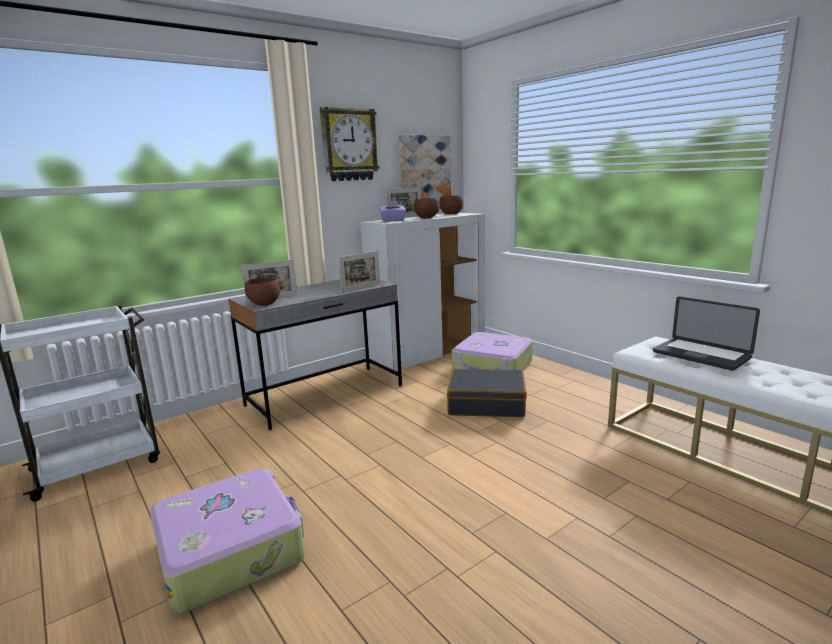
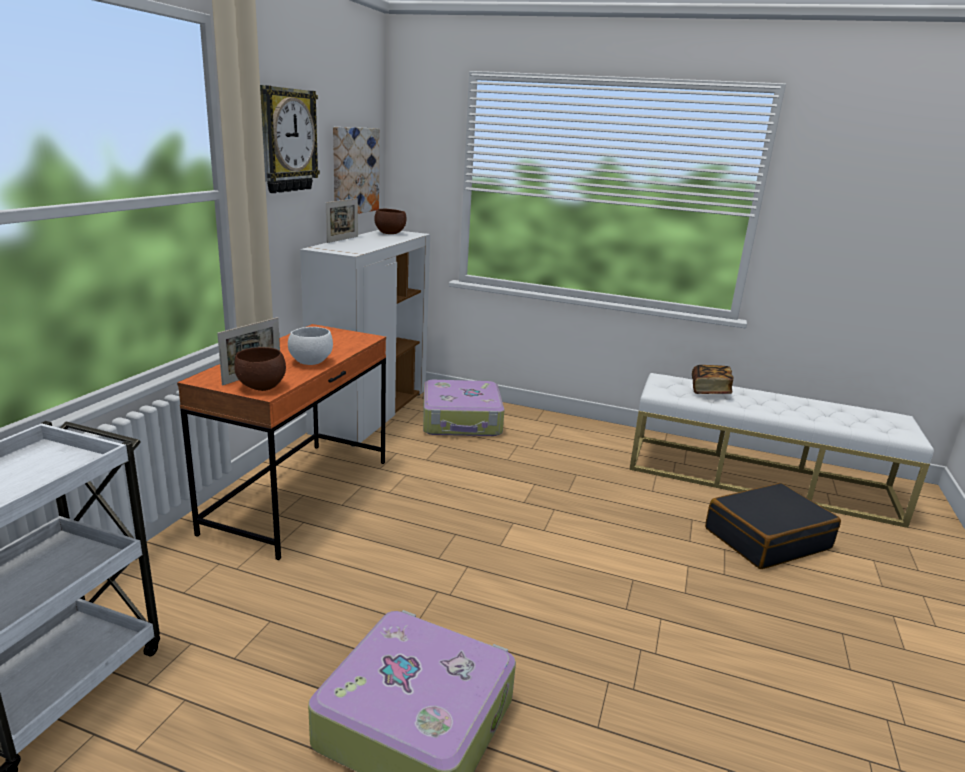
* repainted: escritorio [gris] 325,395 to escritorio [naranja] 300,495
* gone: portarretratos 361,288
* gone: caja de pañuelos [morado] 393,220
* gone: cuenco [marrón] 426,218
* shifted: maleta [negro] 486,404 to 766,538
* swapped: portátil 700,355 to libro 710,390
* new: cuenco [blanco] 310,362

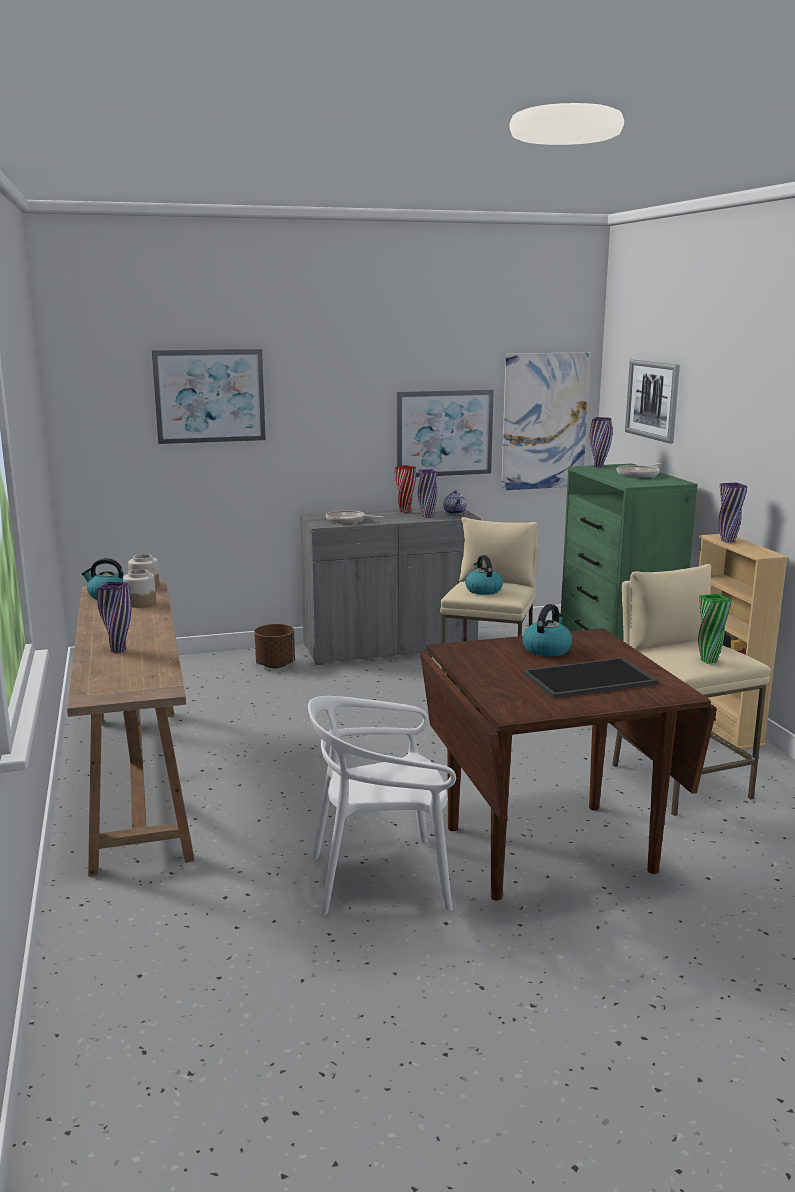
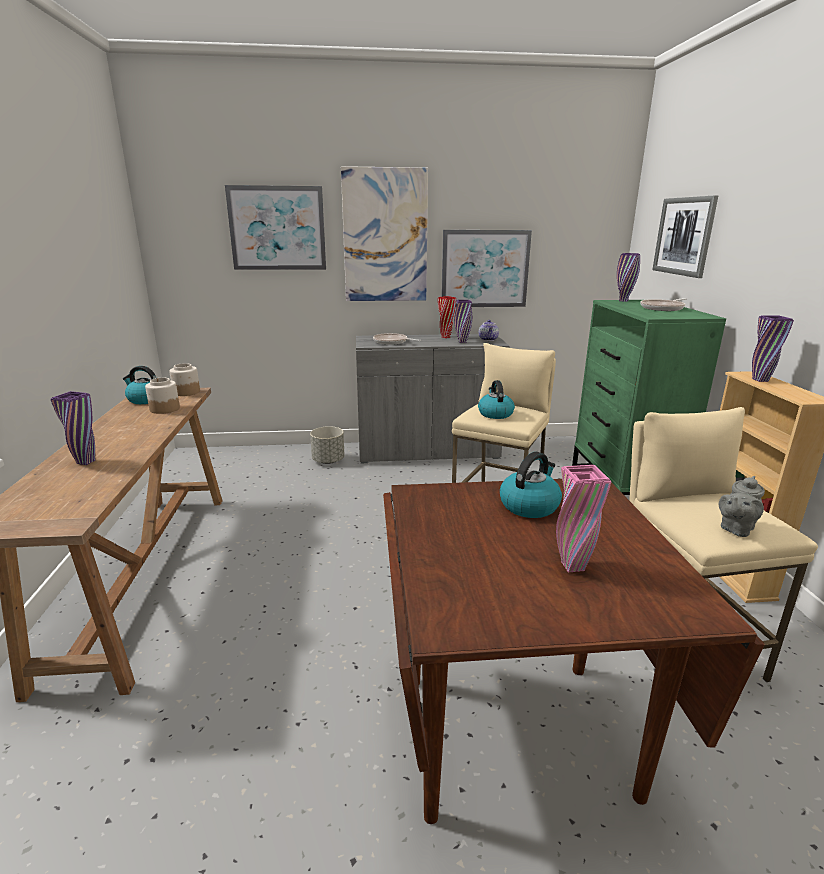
* repainted: maceta [marrón] 275,665 to maceta [gris] 328,460
* gone: silla [blanco] 381,879
* shifted: cuadro 545,421 to 385,236
* swapped: bandeja 589,679 to florero [rosa] 572,566
* swapped: florero [verde] 708,661 to tetera [gris] 735,529

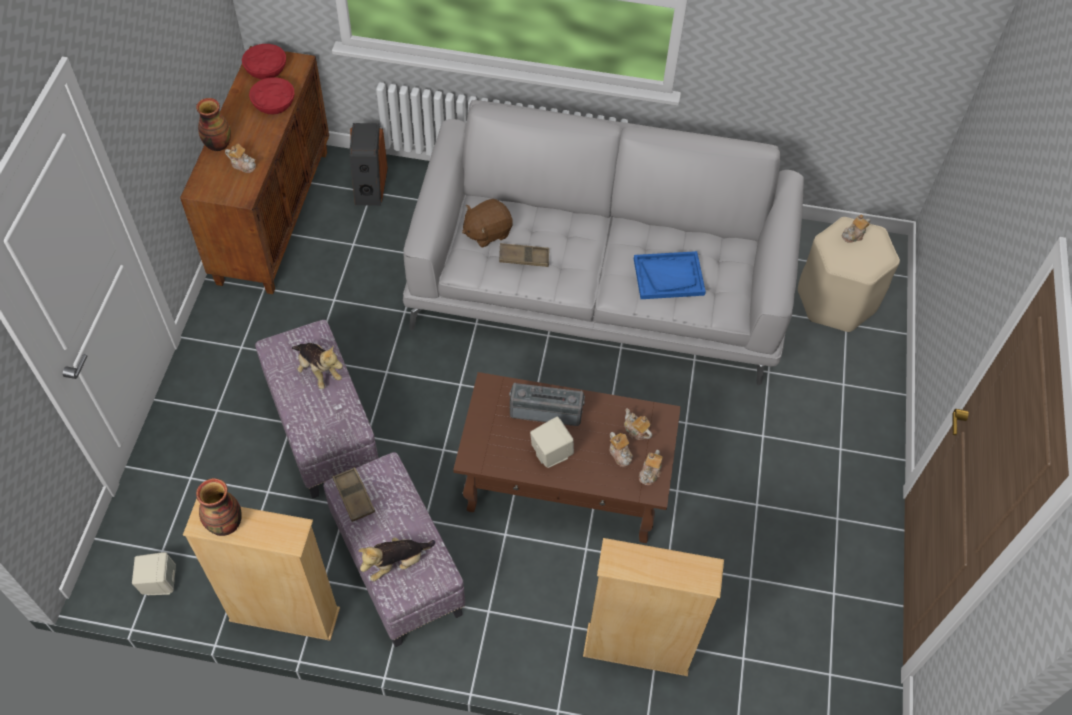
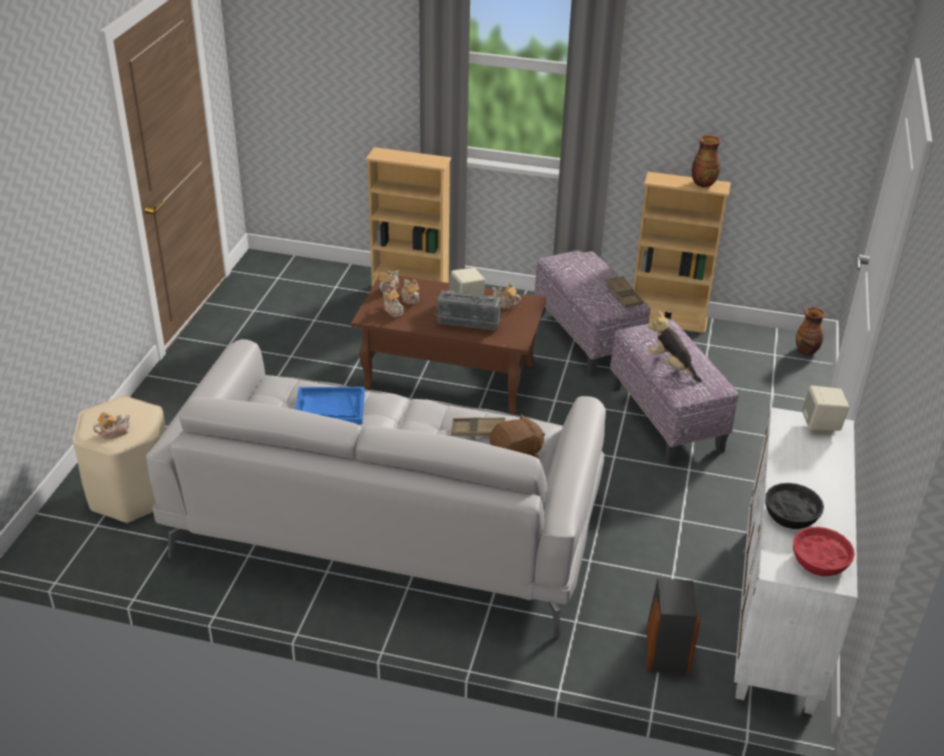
* shifted: altavoz [beis] 159,582 to 820,427
* repainted: armario [marrón] 273,215 to armario [blanco] 780,615
* shifted: florero 217,144 to 807,350
* shifted: tetera 243,165 to 505,304
* repainted: cuenco [rojo] 273,103 to cuenco [negro] 791,514
* gone: peluche 396,563

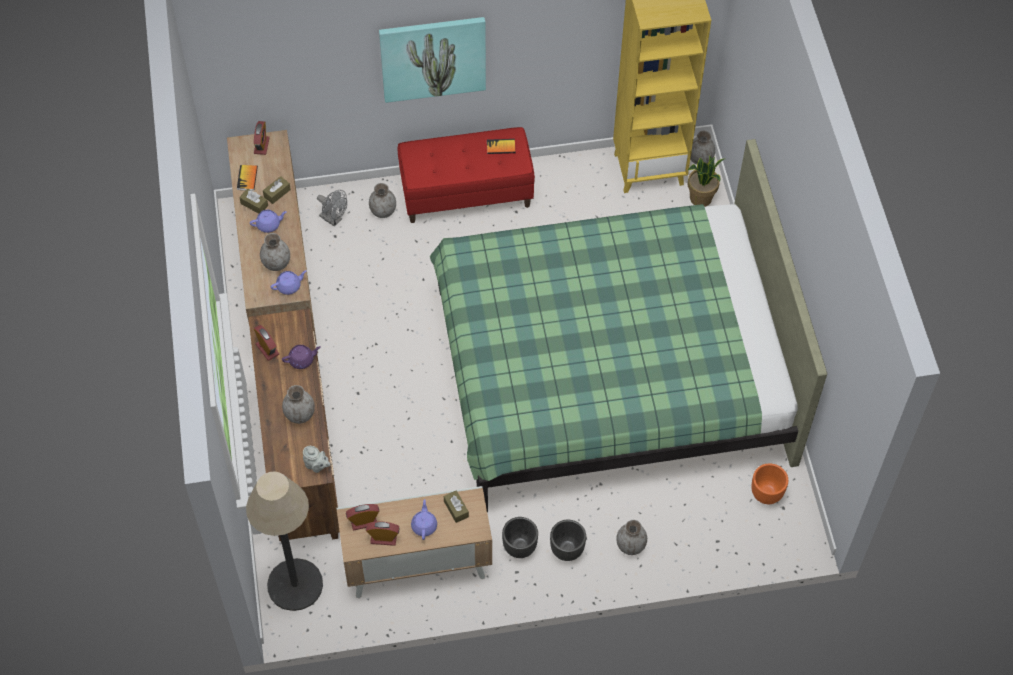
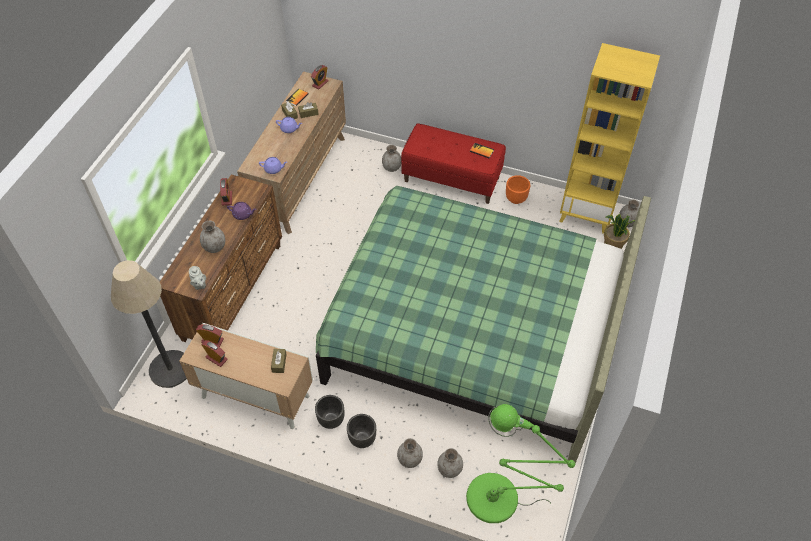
* shifted: florero [gris] 276,263 to 449,469
* gone: ventilador [gris] 333,219
* gone: cuadro 433,57
* gone: tetera [morado] 424,525
* shifted: maceta [naranja] 767,494 to 516,199
* new: lámpara de pie [verde] 499,499

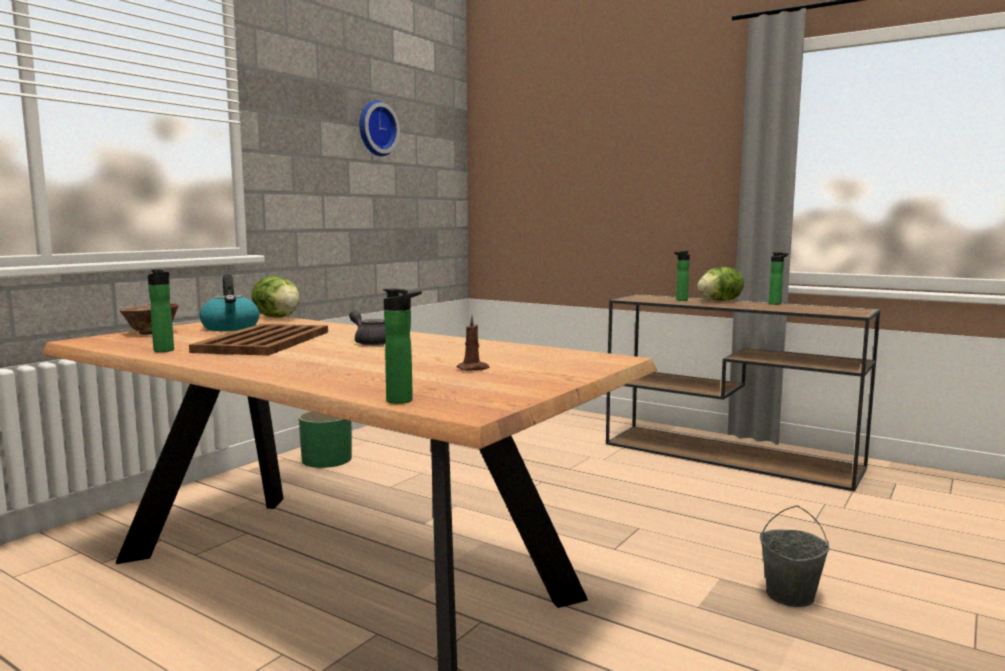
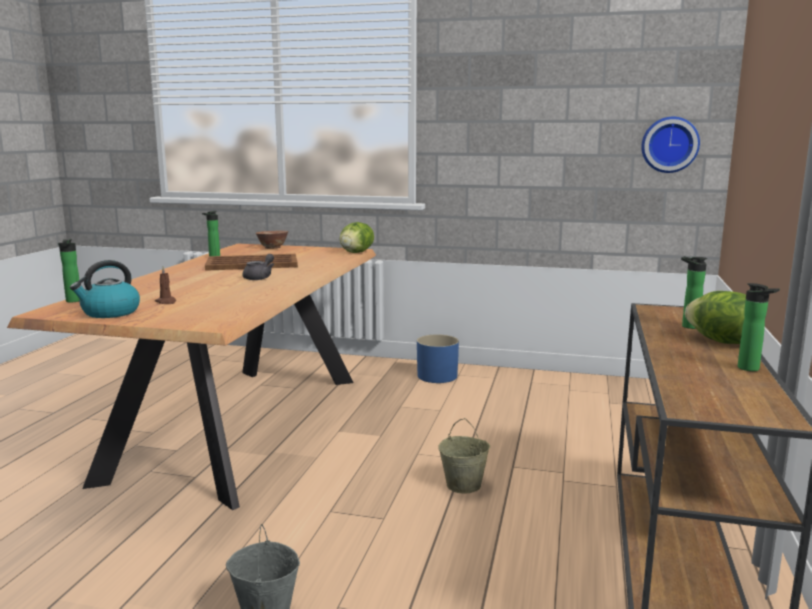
* shifted: hervidor 231,328 to 110,313
* repainted: maceta [verde] 327,459 to maceta [azul] 437,376
* shifted: reloj de pared 375,128 to 669,144
* new: cubo [beis] 464,485

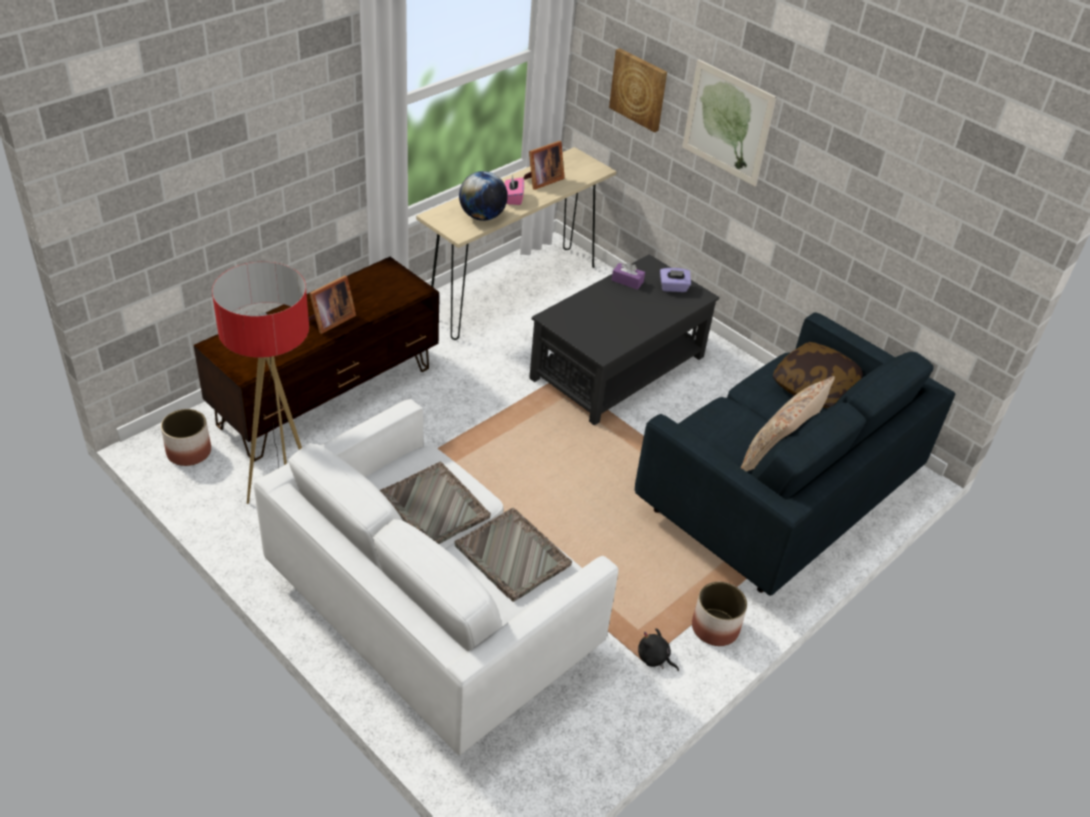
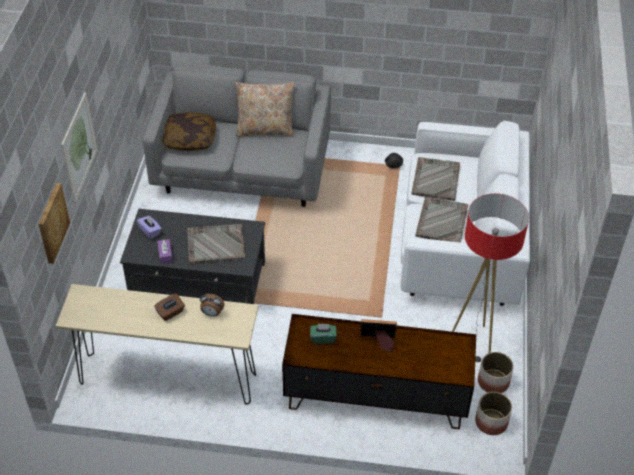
* swapped: globo terráqueo 482,216 to despertador 212,313
* repainted: caja de pañuelos [rosa] 513,198 to caja de pañuelos [marrón] 170,313
* gone: portarretratos 542,181
* repainted: sofá [azul] 775,495 to sofá [gris] 242,171
* shifted: maceta 715,628 to 493,381
* new: bandeja [gris] 215,245
* new: caja de pañuelos [verde] 323,338

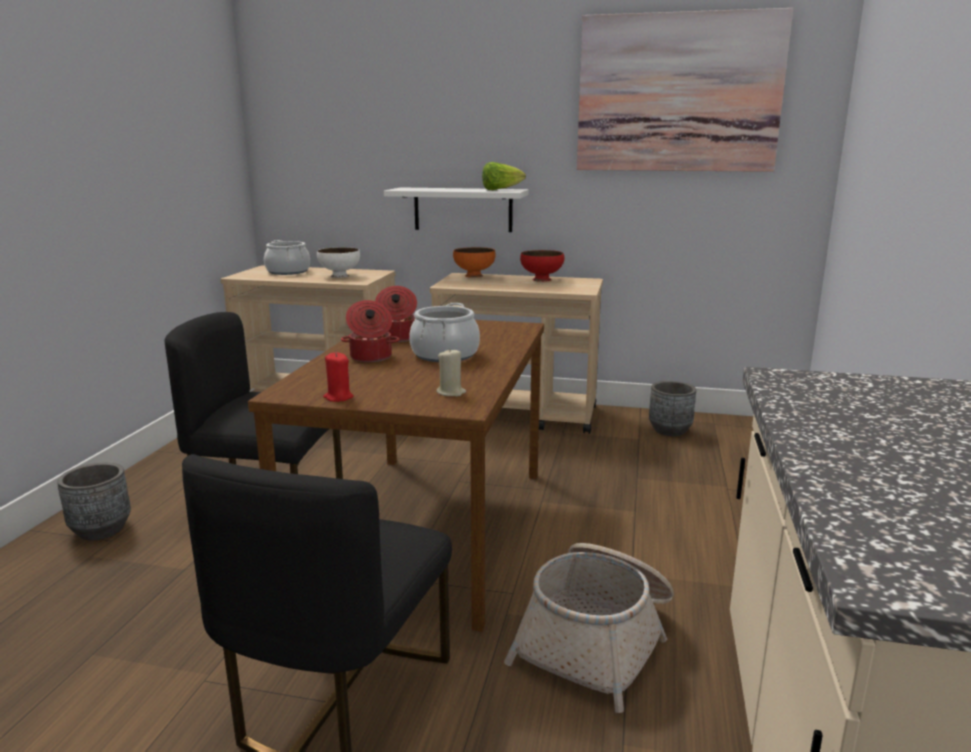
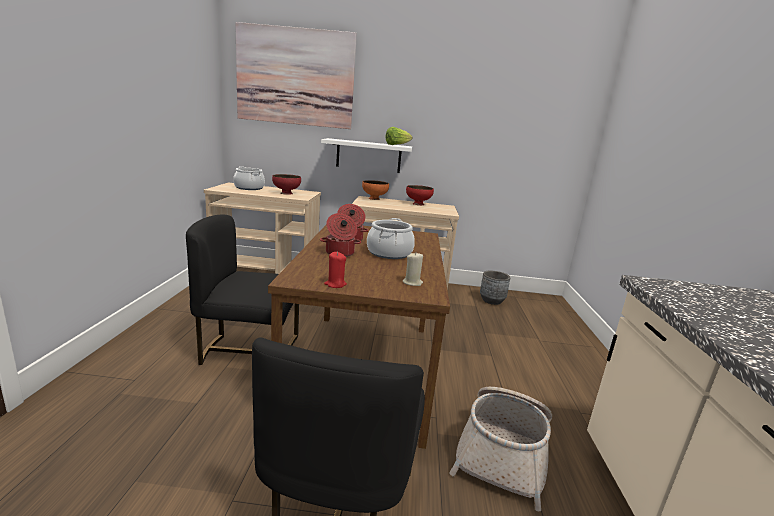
* gone: maceta [gris] 101,530
* repainted: cuenco [blanco] 340,276 to cuenco [rojo] 286,193
* shifted: cuadro 678,94 to 295,77

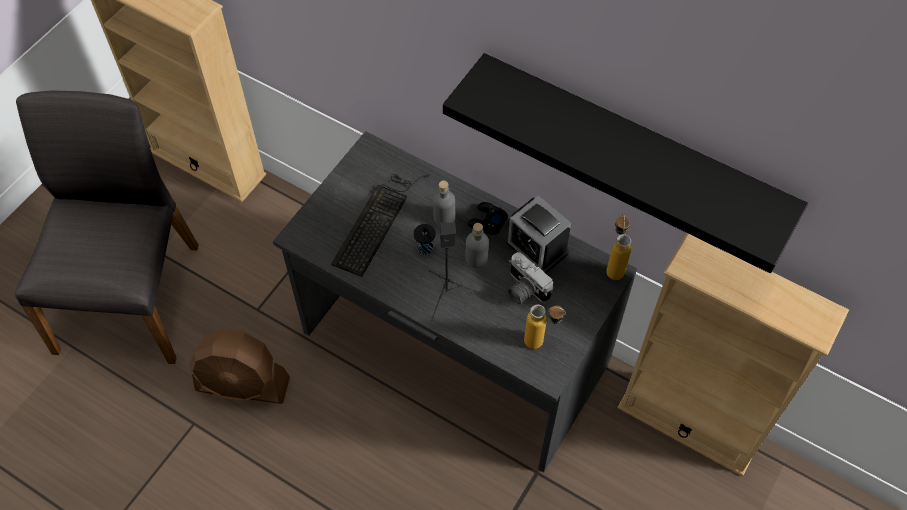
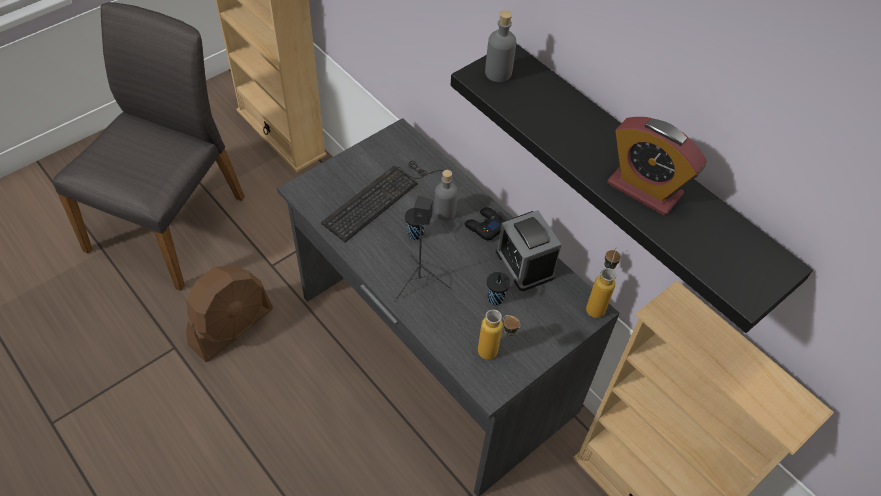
* rotated: ventilador [marrón] 243,384 = 232,327 75 degrees counterclockwise
* shifted: botella [gris] 476,259 to 498,73
* swapped: cámara 523,289 to taza [negro] 496,299
* new: despertador 644,189

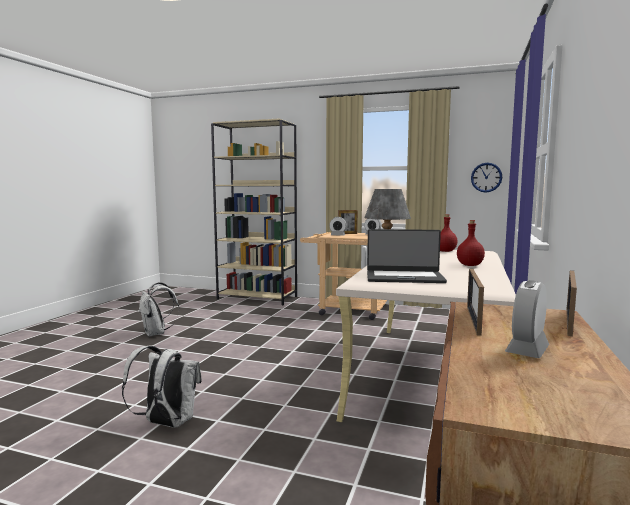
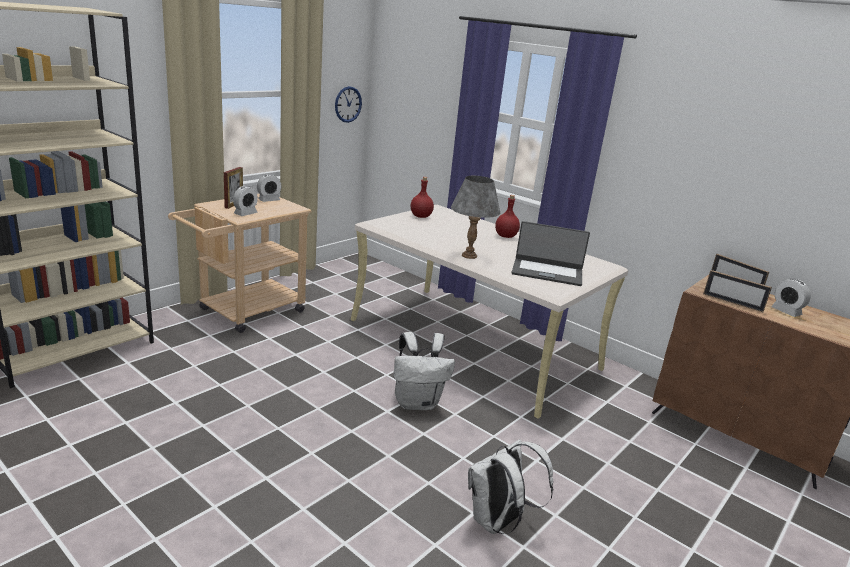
* shifted: mochila [blanco] 157,333 to 417,403
* rotated: portátil 404,277 = 547,272 75 degrees clockwise

